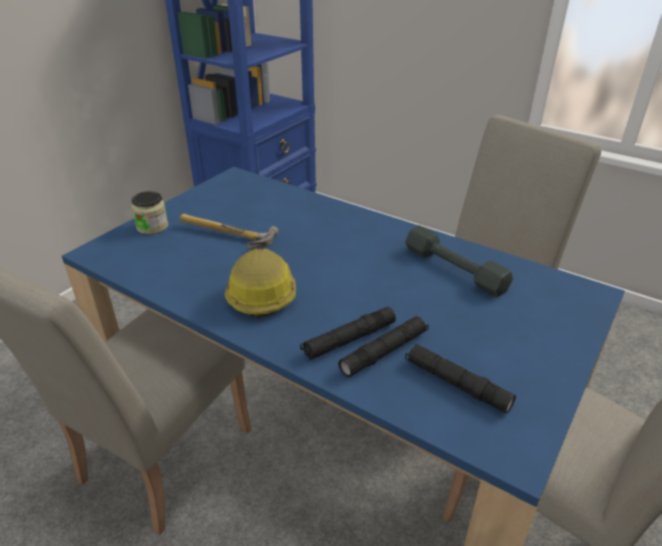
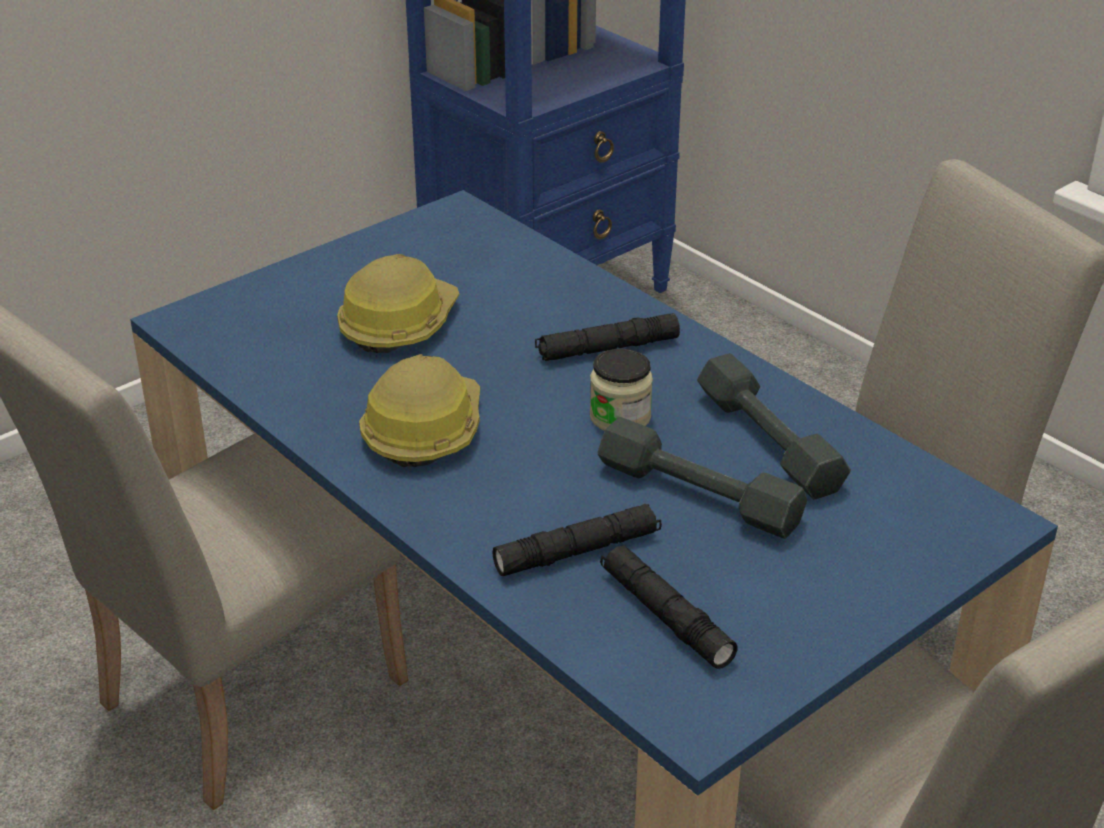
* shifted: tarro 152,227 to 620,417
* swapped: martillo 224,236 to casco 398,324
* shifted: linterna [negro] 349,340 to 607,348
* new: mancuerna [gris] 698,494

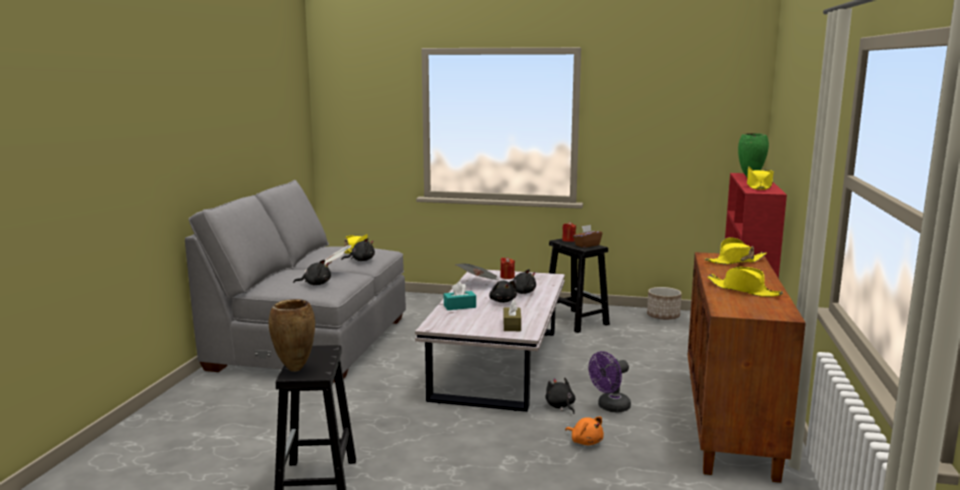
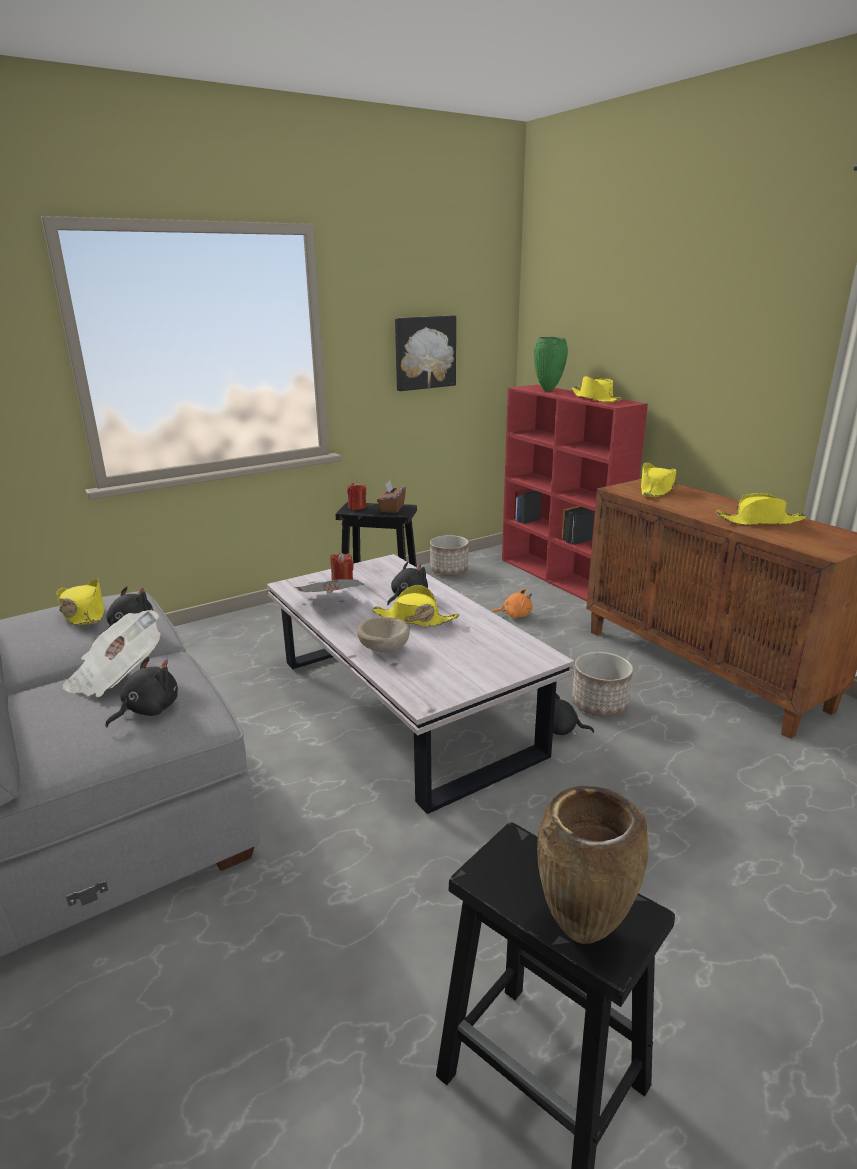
* swapped: caja de pañuelos [turquesa] 459,306 to cuenco [beis] 384,650
* swapped: peluche [negro] 502,301 to sombrero [amarillo] 414,619
* gone: caja de pañuelos [marrón] 512,325
* shifted: peluche [naranja] 585,441 to 515,615
* swapped: ventilador [morado] 610,407 to maceta 600,704
* new: cuadro 424,352

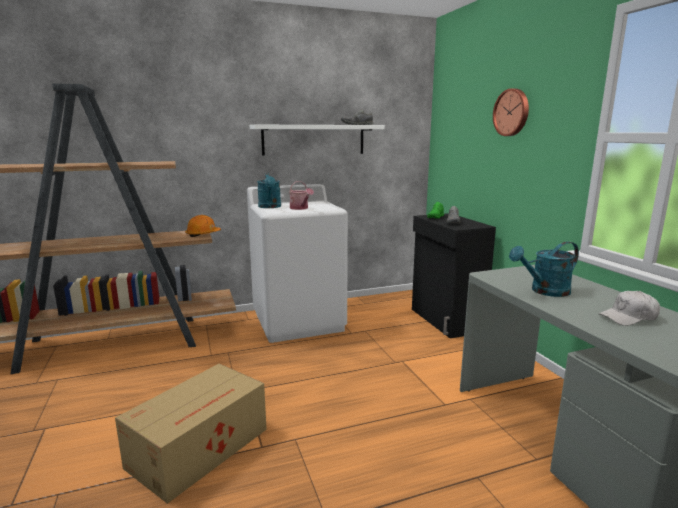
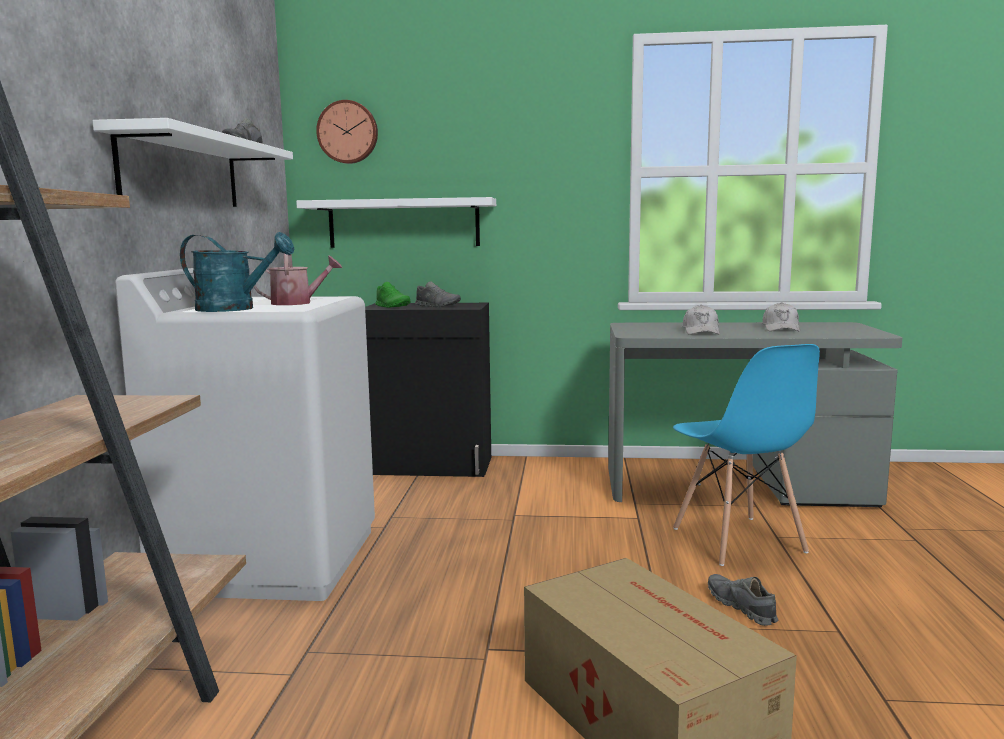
* gone: casco [naranja] 203,234
* shifted: reloj de pared 512,112 to 348,132
* swapped: regadera [turquesa] 544,291 to gorra [blanco] 701,331
* new: estante [blanco] 403,223
* new: silla [azul] 738,541
* new: zapato [gris] 741,607

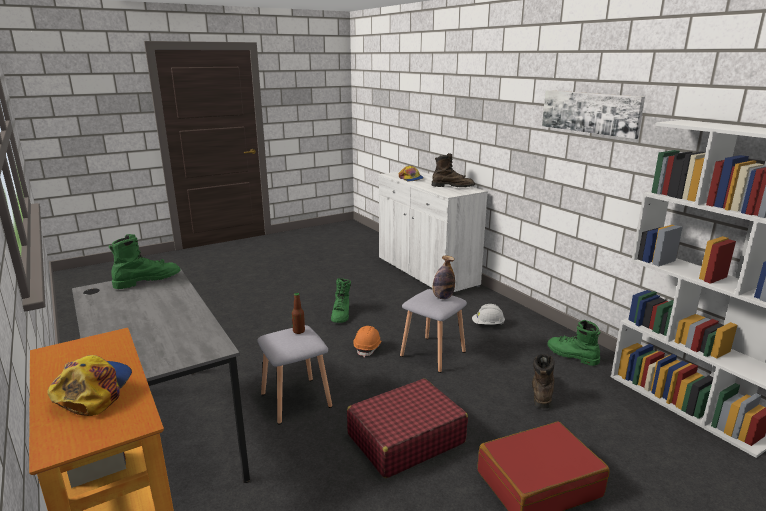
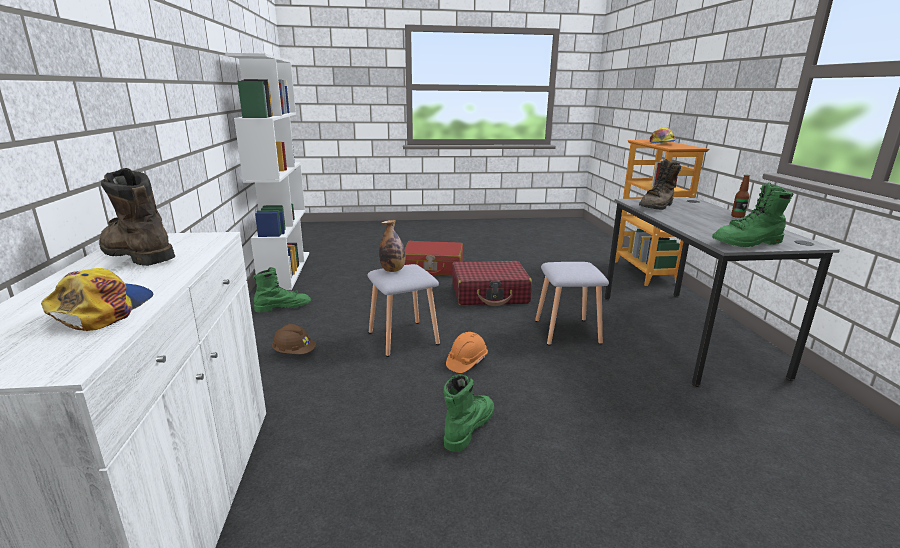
* shifted: botella 299,331 to 737,216
* repainted: casco [blanco] 488,325 to casco [marrón] 294,353
* shifted: bota [marrón] 542,392 to 657,206
* gone: cuadro 590,112
* rotated: bota [verde] 572,355 = 283,307 90 degrees counterclockwise

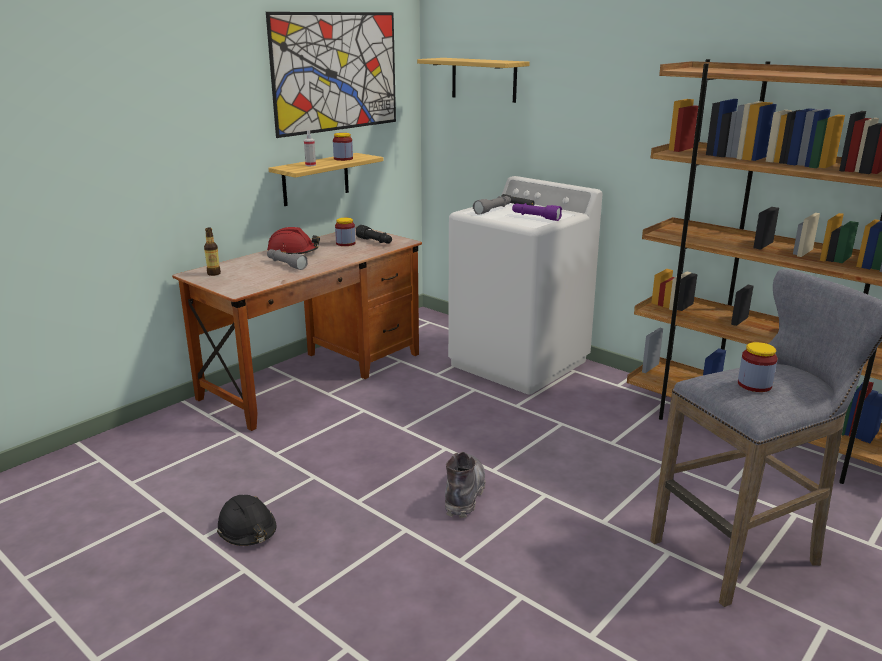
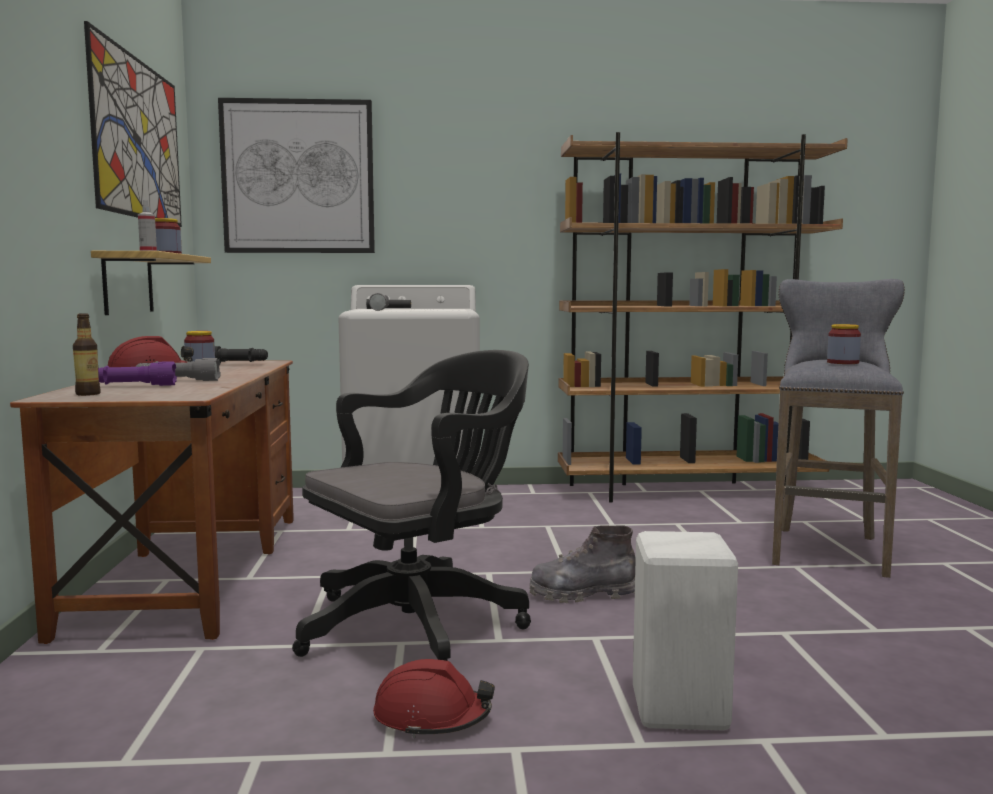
* repainted: casco [negro] 247,530 to casco [rojo] 431,717
* swapped: estante 483,79 to cuadro 298,177
* rotated: bota [gris] 464,494 = 582,594 60 degrees counterclockwise
* shifted: linterna [morado] 535,217 to 131,386
* new: silla de oficina [negro] 421,624
* new: taburete [blanco] 676,708

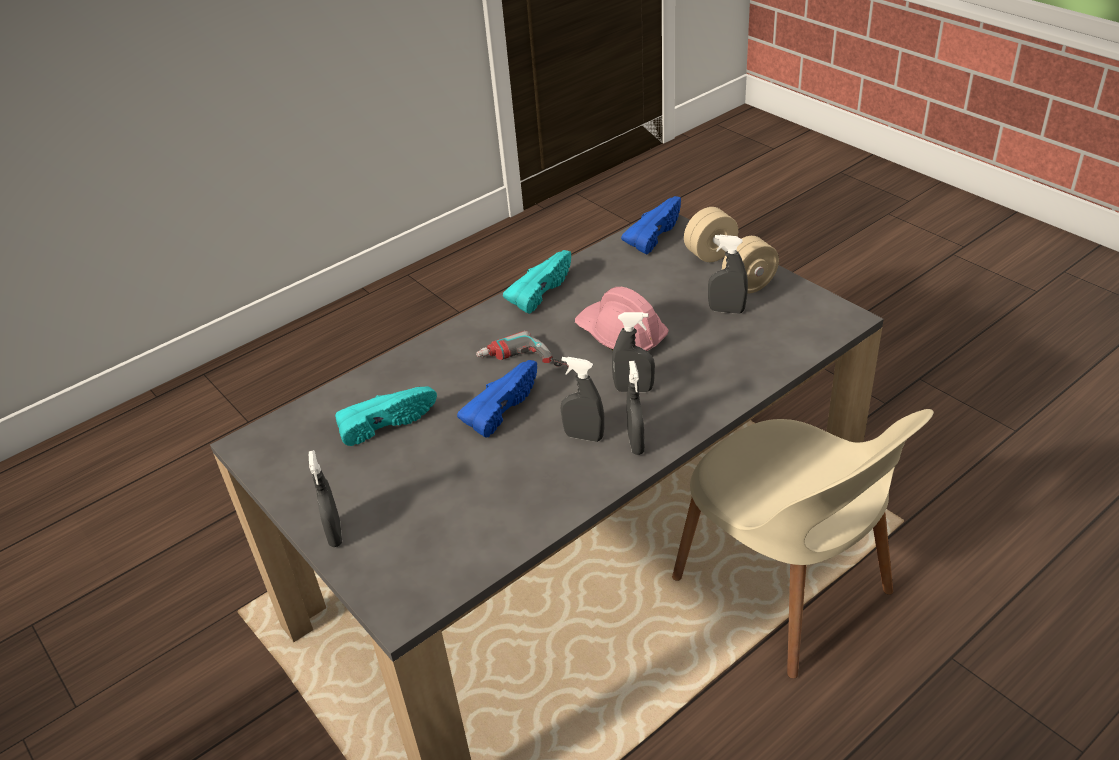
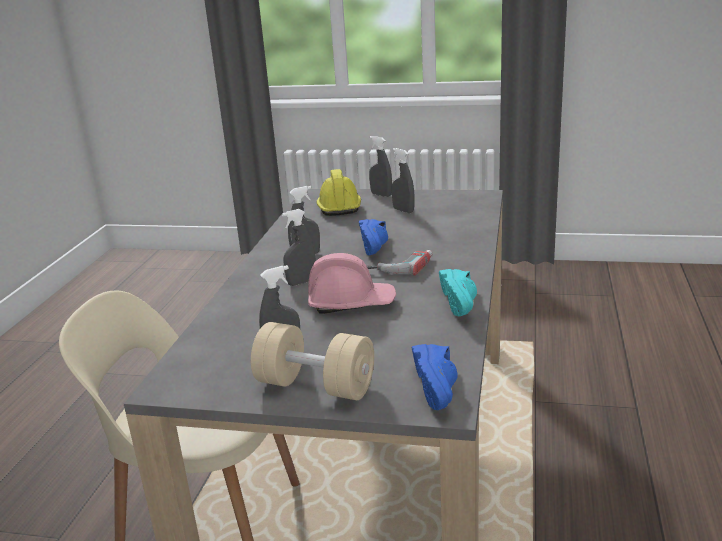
* gone: zapato [turquesa] 385,422
* shifted: pulverizador [gris] 636,443 to 403,210
* new: casco [amarillo] 338,206

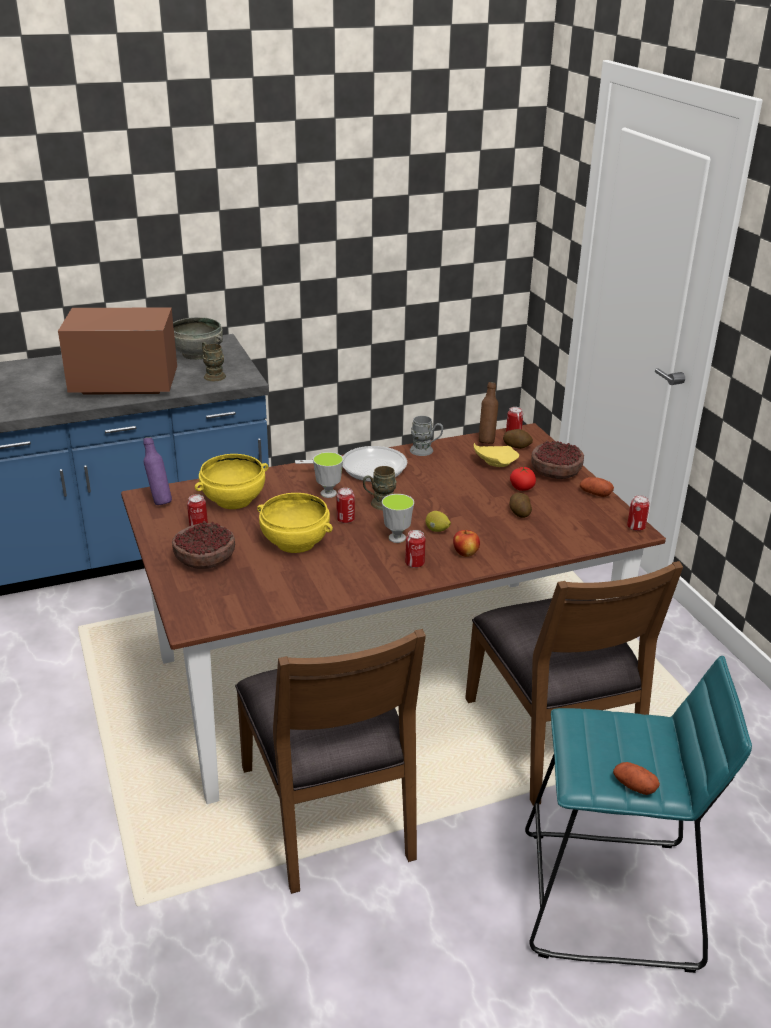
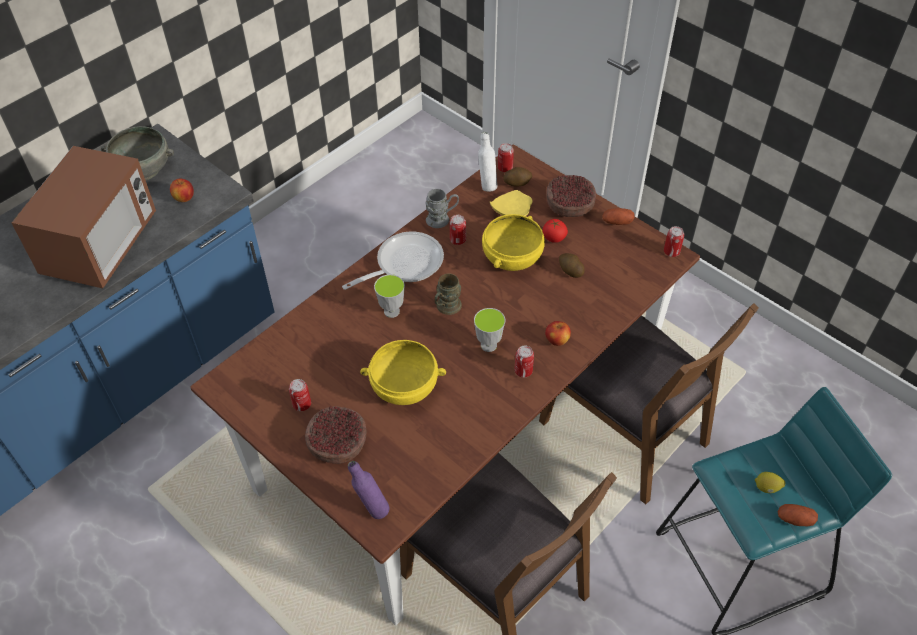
* rotated: microondas 124,385 = 101,246 135 degrees clockwise
* shifted: botella [morado] 159,501 to 371,508
* shifted: cuenco [amarillo] 233,499 to 511,258
* swapped: taza grande [marrón] 212,375 to manzana 184,198
* shifted: lata 345,519 to 458,240
* shifted: limón 437,530 to 766,488
* repainted: botella [marrón] 486,441 to botella [blanco] 487,185

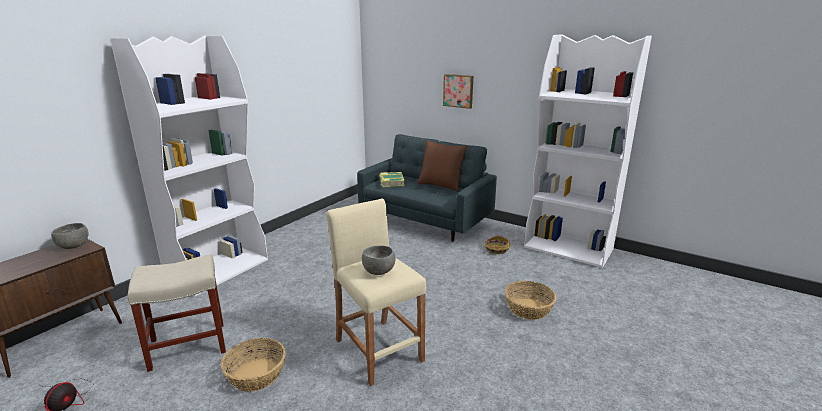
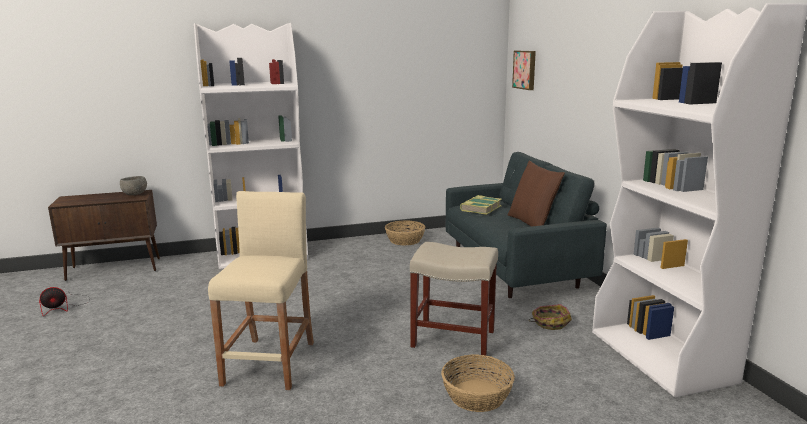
* shifted: taburete [beis] 189,345 to 454,339
* shifted: cesta 256,374 to 405,240
* gone: cuenco [gris] 379,272
* shifted: cuadro 458,91 to 525,69

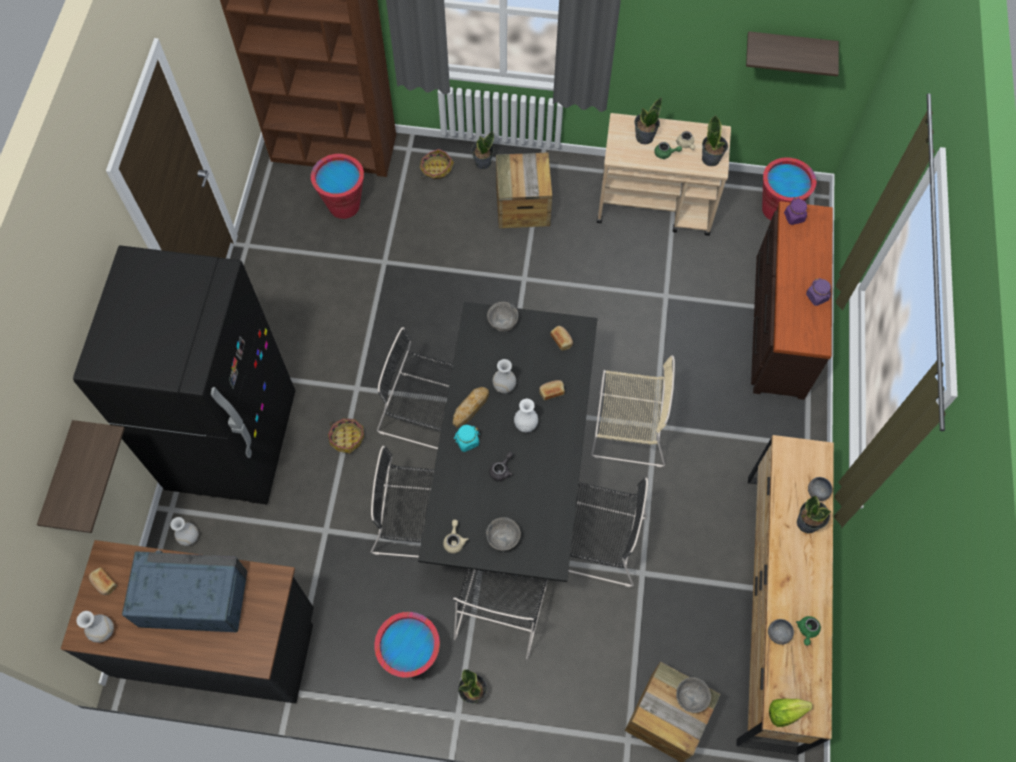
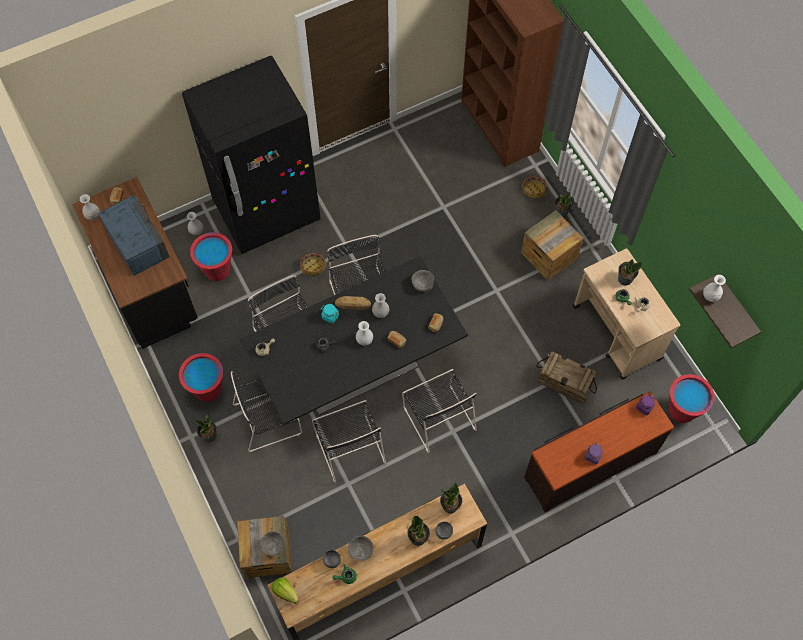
* gone: estante 62,478
* shifted: cubo [rojo] 344,206 to 217,270
* shifted: cuenco [gris] 502,538 to 360,551
* repainted: silla [beis] 627,429 to silla [negro] 438,416
* shifted: planta en maceta 711,159 to 450,506
* new: caja de embalaje 564,382
* new: florero [blanco] 710,296

